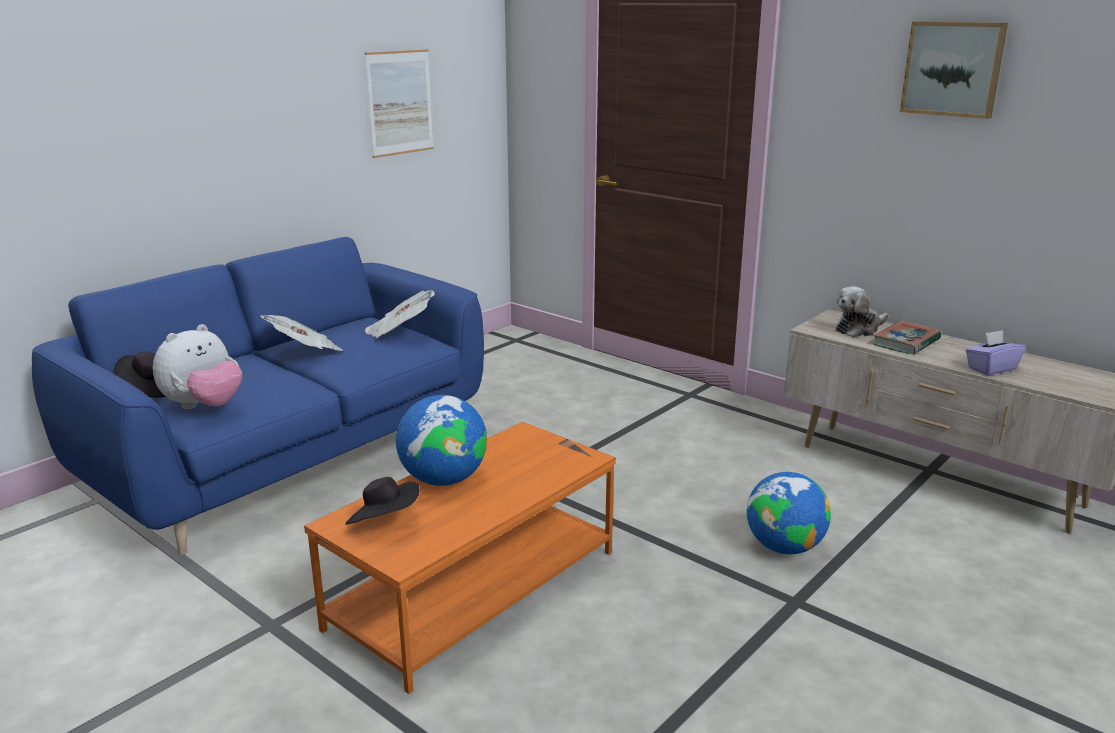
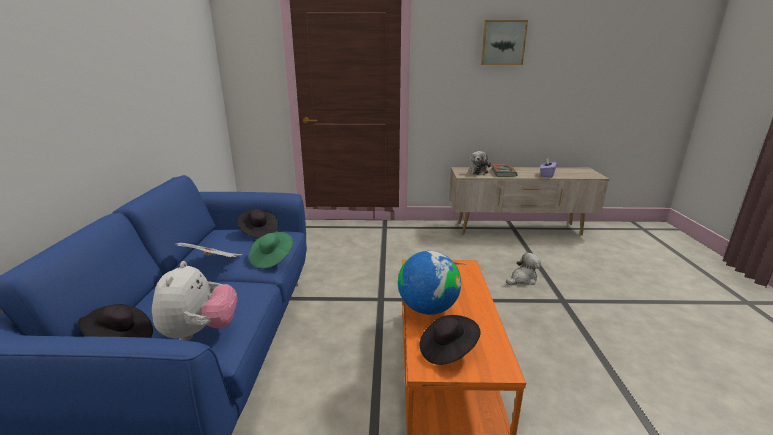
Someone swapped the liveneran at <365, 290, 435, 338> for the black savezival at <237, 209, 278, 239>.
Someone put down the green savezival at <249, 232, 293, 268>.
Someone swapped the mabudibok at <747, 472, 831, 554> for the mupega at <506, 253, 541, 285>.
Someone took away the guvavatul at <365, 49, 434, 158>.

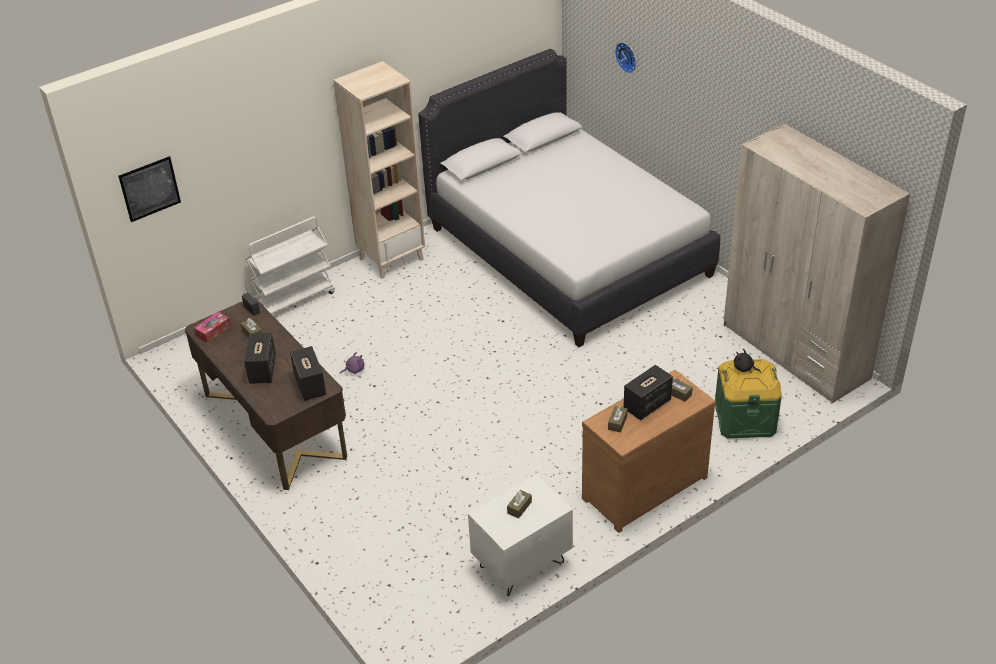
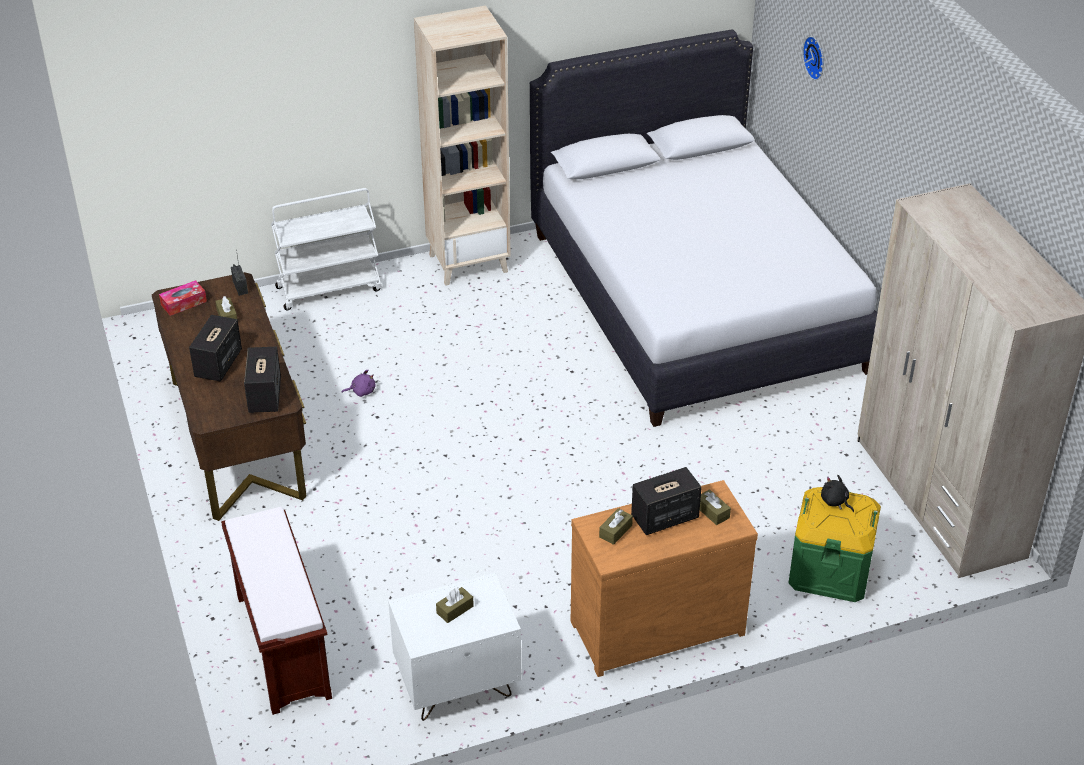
Someone put down the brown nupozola at <221, 507, 332, 715>.
Someone took away the guvavatul at <118, 156, 181, 222>.

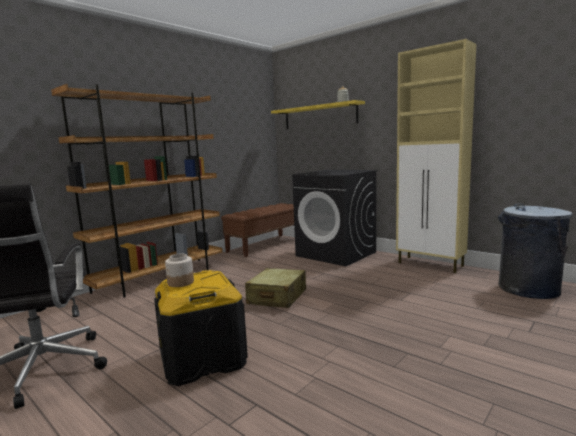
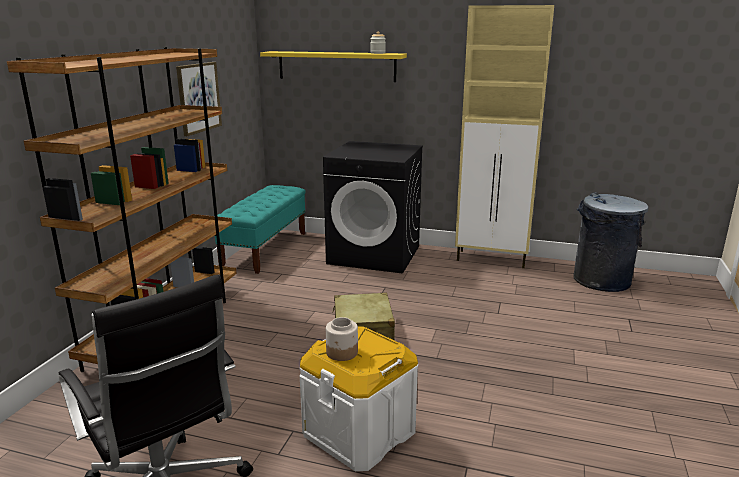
Someone put up the guvavatul at <176, 62, 222, 136>.
Someone repainted the brown nupozola at <221, 203, 294, 257>, which became the turquoise nupozola at <215, 185, 306, 274>.
Someone repainted the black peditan at <154, 270, 248, 386>, which became the white peditan at <300, 326, 418, 471>.

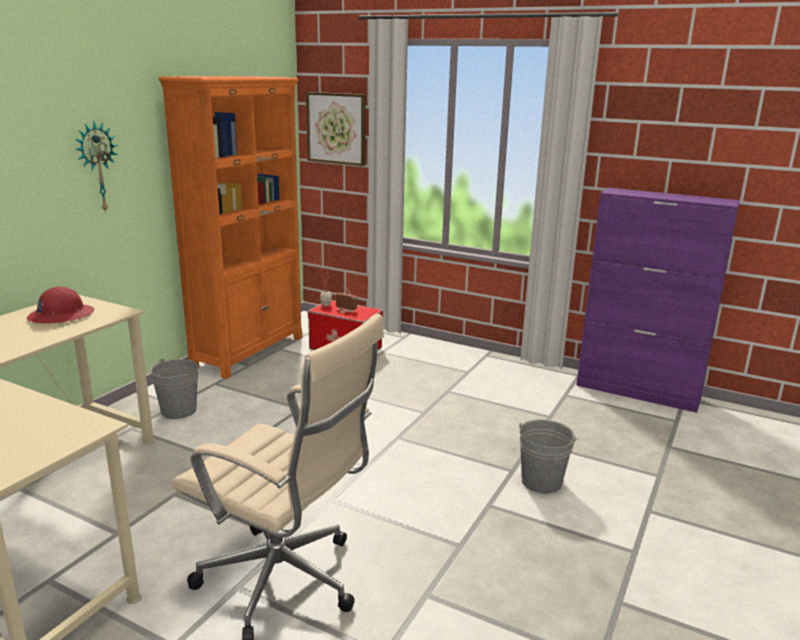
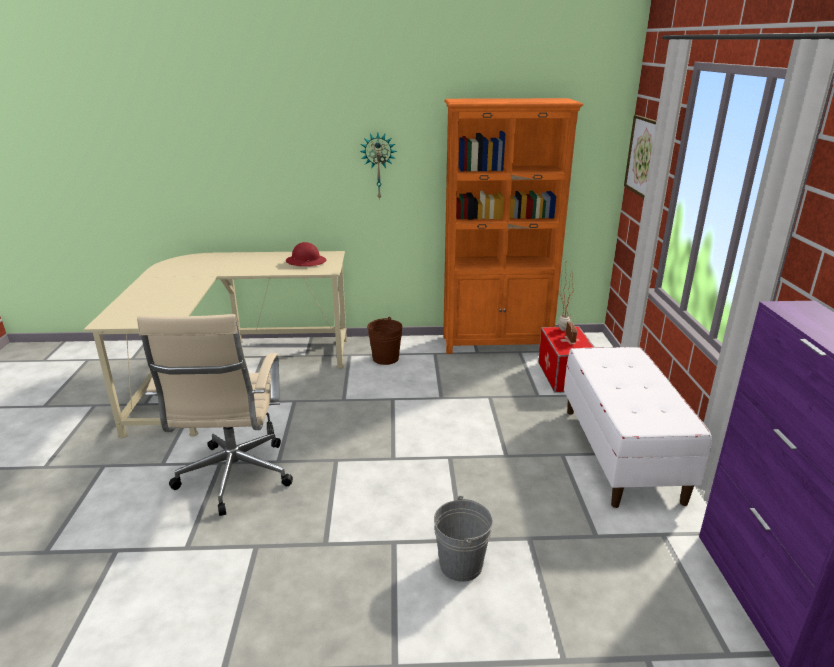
Someone repainted the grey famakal at <150, 358, 199, 419>, which became the brown famakal at <367, 317, 403, 365>.
Someone put down the white nupozola at <564, 347, 712, 508>.

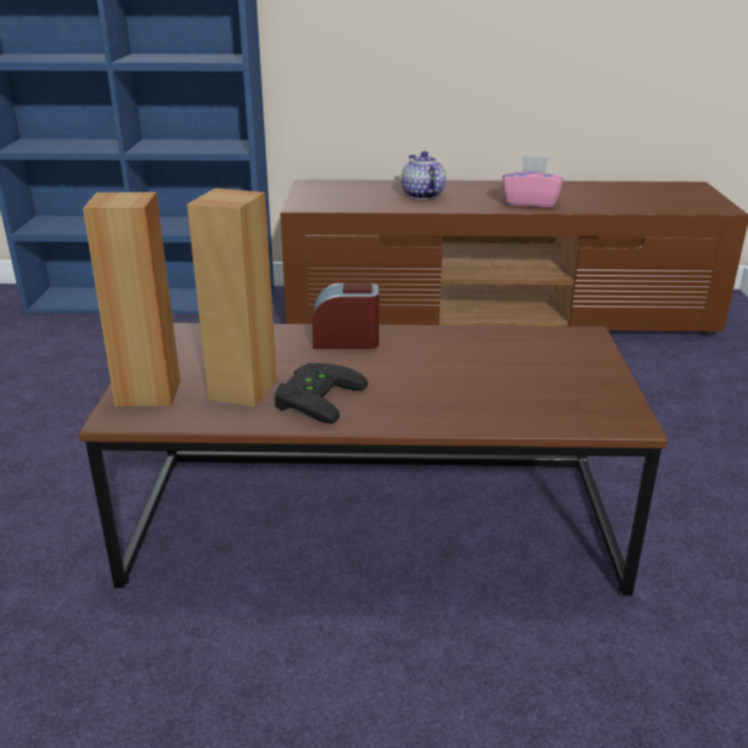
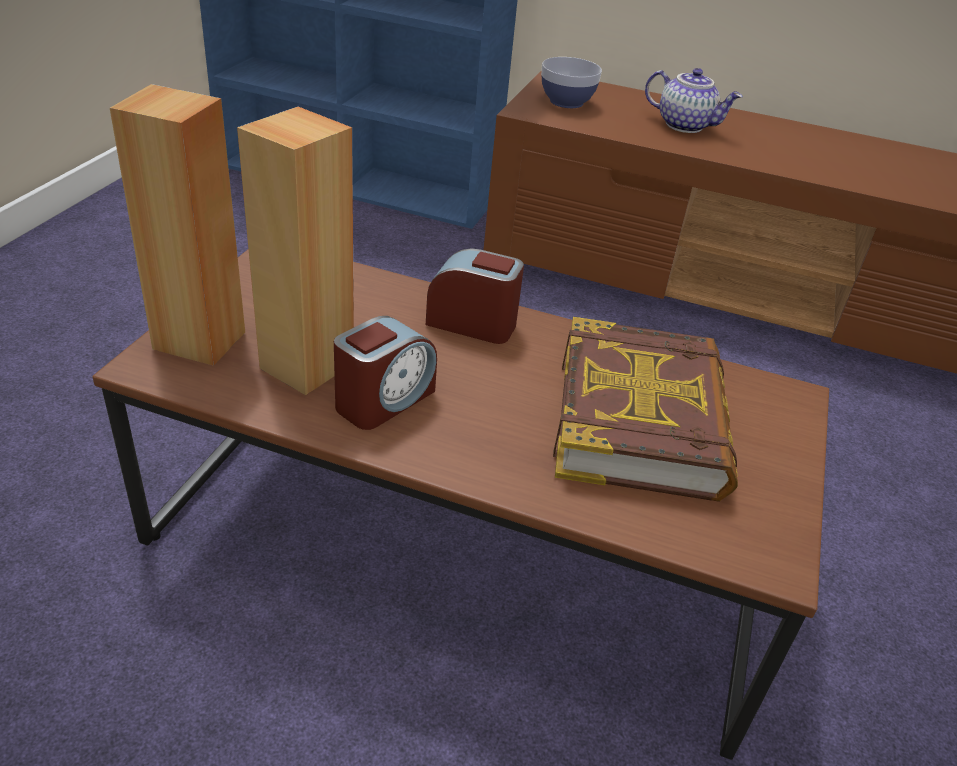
Someone swapped the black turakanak at <275, 363, 368, 424> for the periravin at <334, 316, 437, 430>.
Someone put down the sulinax at <541, 57, 602, 108>.
Someone put down the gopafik at <553, 317, 738, 502>.
Someone rotated the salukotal at <401, 151, 446, 200> by 120 degrees clockwise.
Someone took away the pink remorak at <502, 156, 563, 207>.

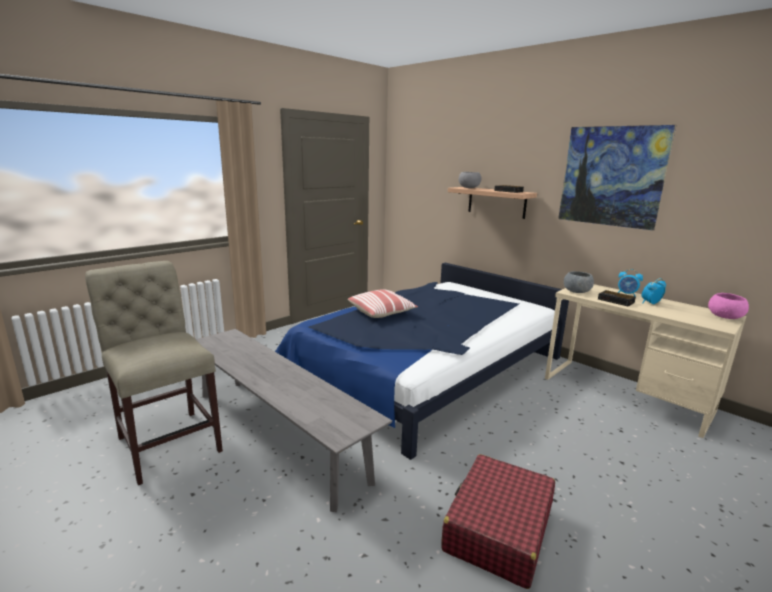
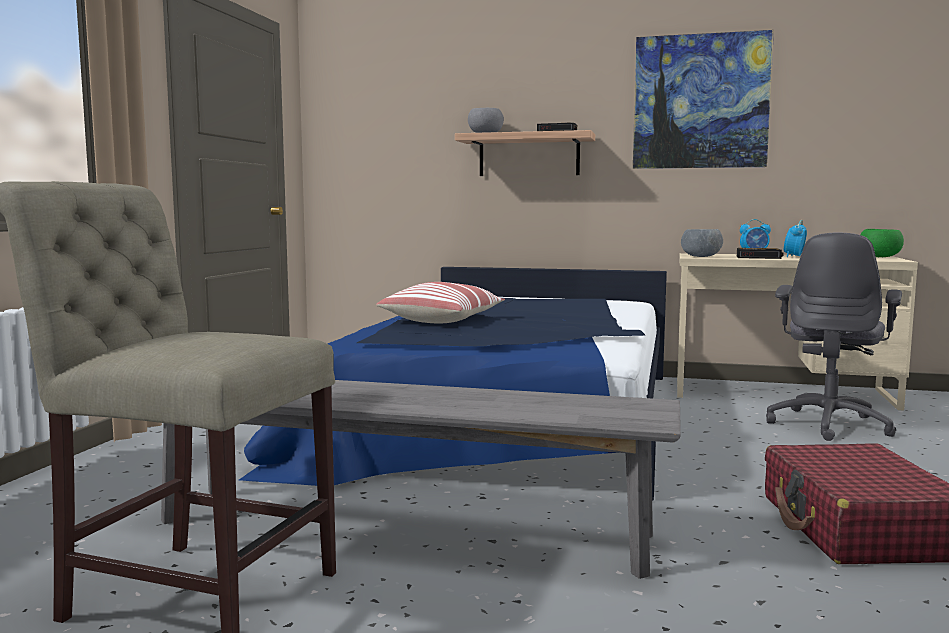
Someone put down the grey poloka at <766, 233, 902, 441>.
Someone repainted the pink sulinax at <708, 293, 749, 319>, which became the green sulinax at <860, 229, 904, 257>.

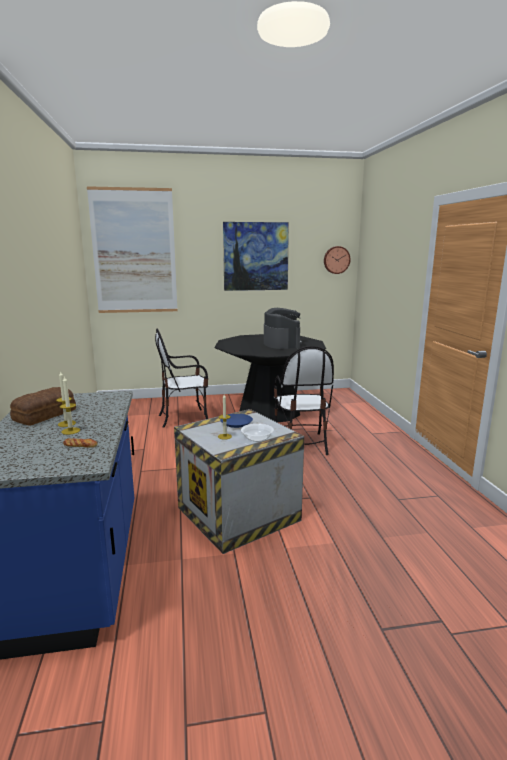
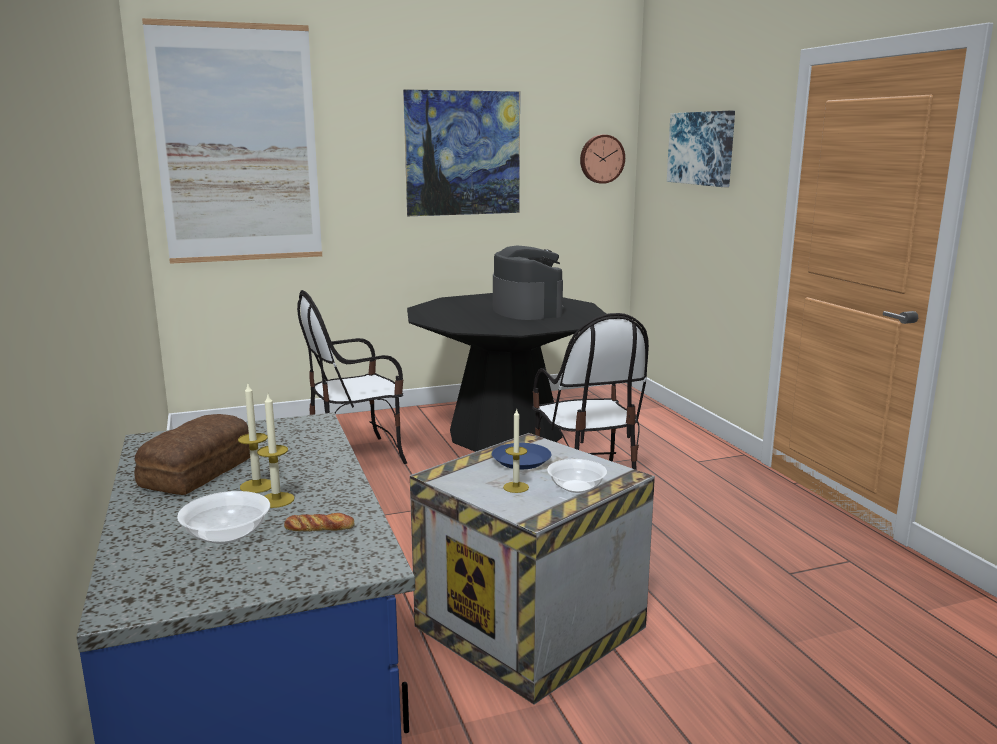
Someone put down the sulinax at <177, 491, 270, 544>.
Someone put up the guvavatul at <667, 111, 735, 187>.

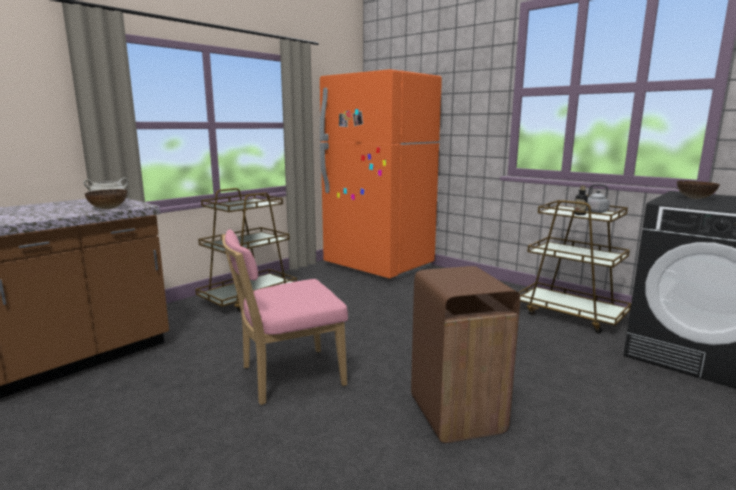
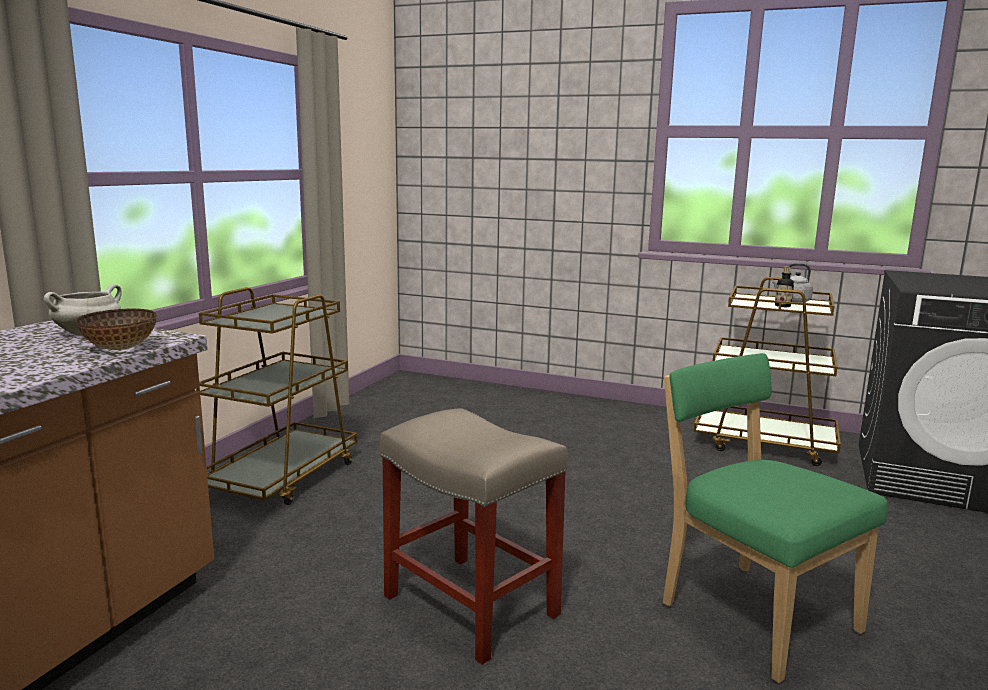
Someone swapped the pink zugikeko at <221, 229, 348, 405> for the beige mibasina at <380, 408, 568, 665>.
Someone swapped the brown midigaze at <411, 266, 520, 443> for the green zugikeko at <663, 353, 888, 683>.
Someone took away the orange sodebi at <320, 69, 442, 279>.
Someone took away the sulinax at <677, 181, 720, 199>.

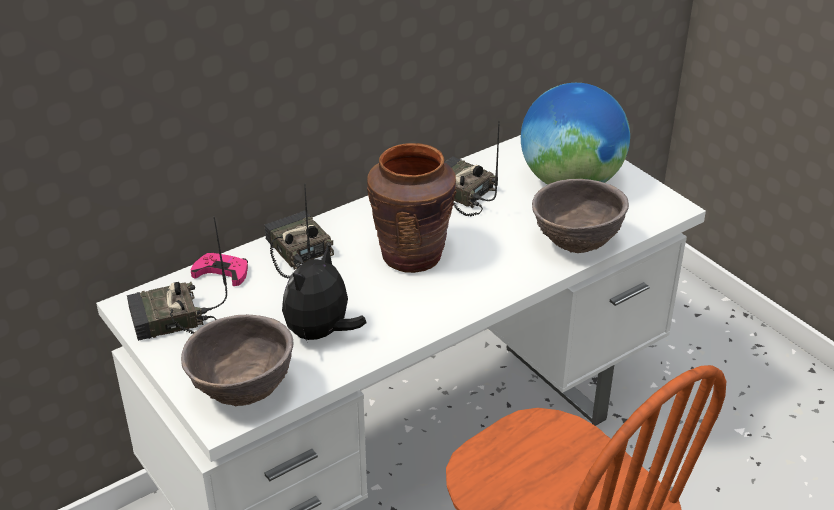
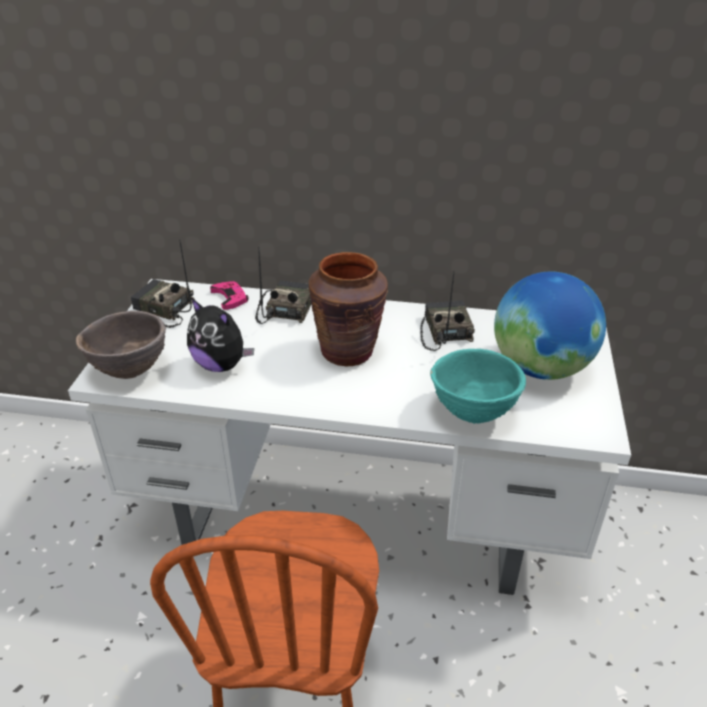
Someone rotated the mupega at <282, 245, 366, 341> by 135 degrees counterclockwise.
Someone repainted the brown sulinax at <532, 179, 629, 253>, which became the turquoise sulinax at <430, 349, 526, 424>.

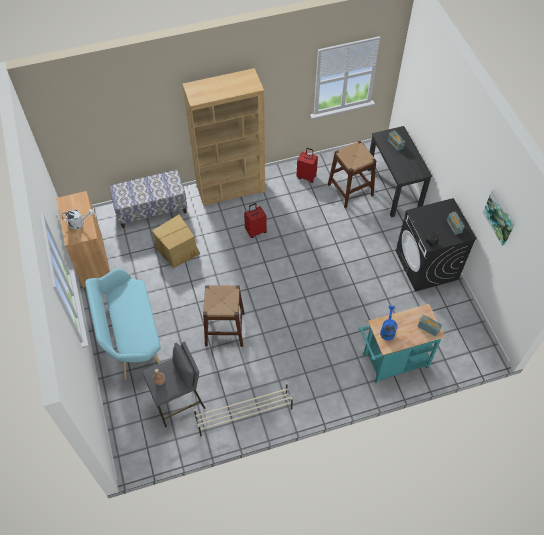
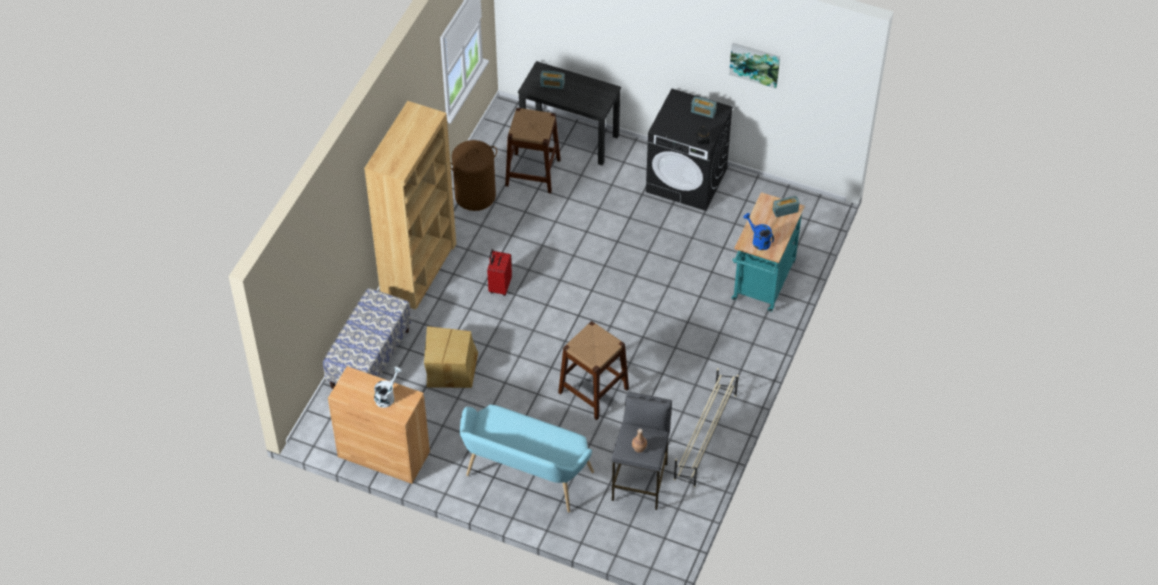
Someone swapped the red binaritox at <297, 148, 318, 183> for the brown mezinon at <450, 140, 497, 211>.

